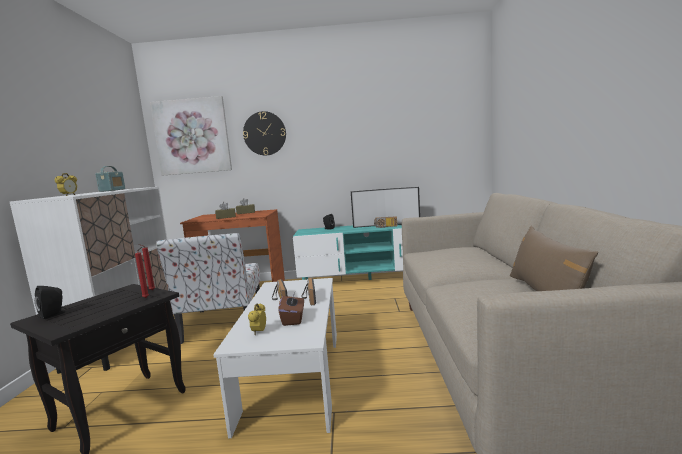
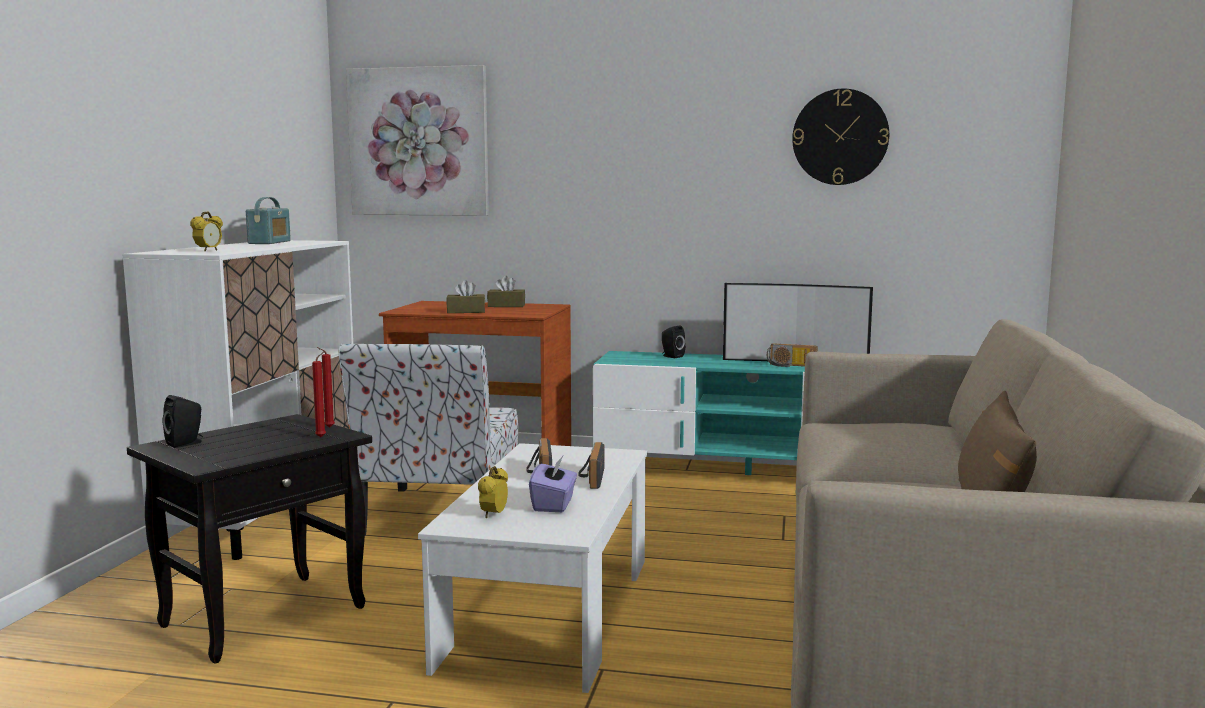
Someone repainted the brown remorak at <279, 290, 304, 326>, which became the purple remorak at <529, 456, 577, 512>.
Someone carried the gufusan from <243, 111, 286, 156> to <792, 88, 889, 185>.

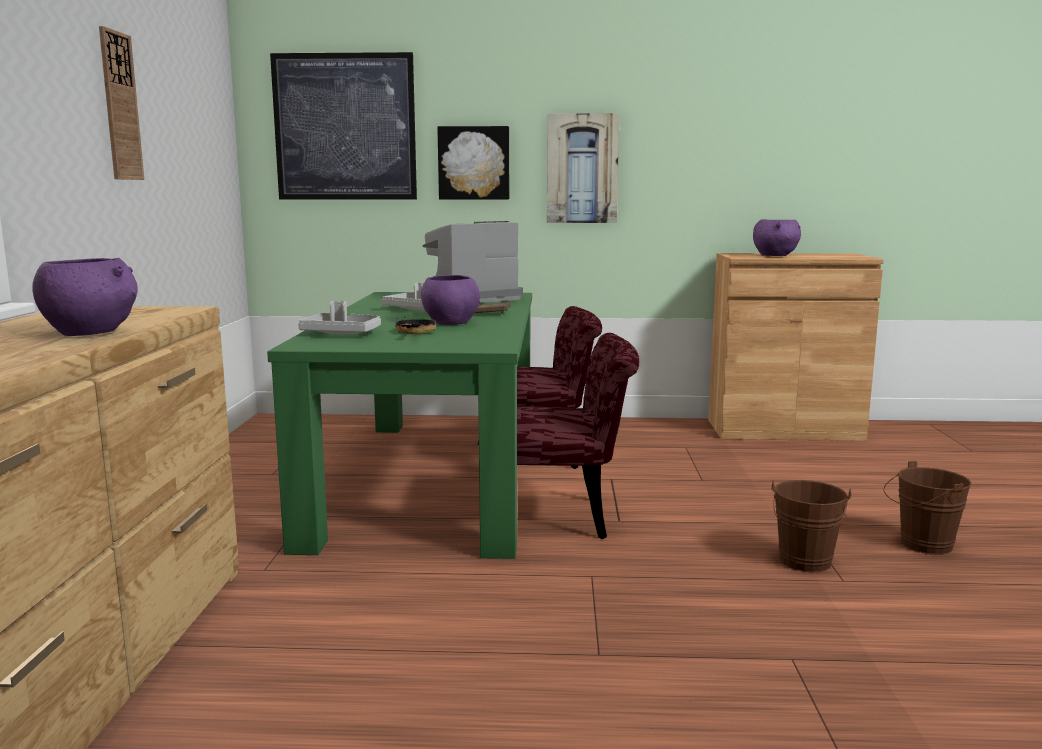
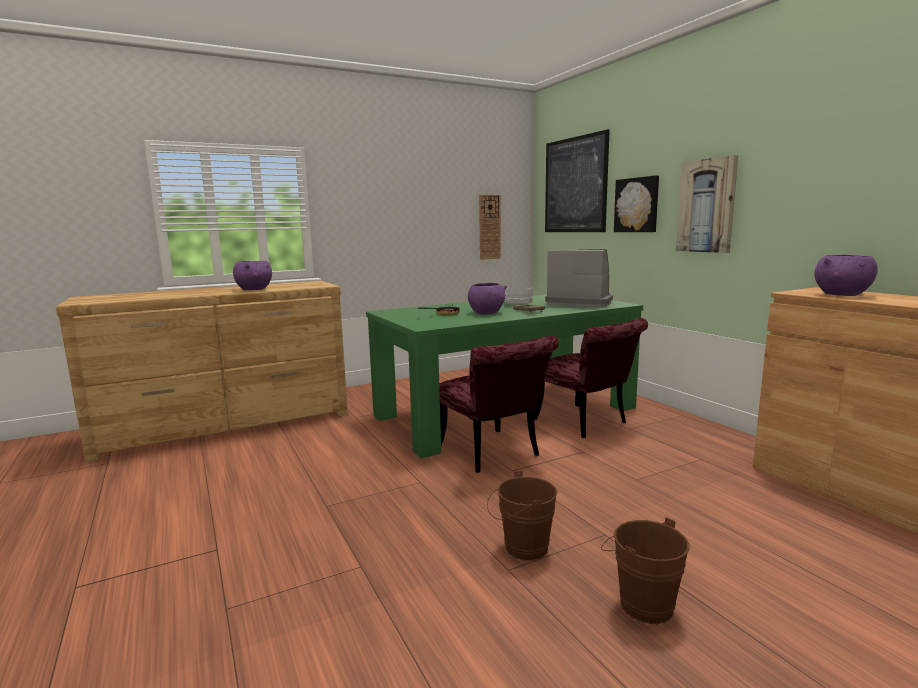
Someone carried the gufusan from <99, 26, 144, 180> to <479, 195, 501, 260>.
Someone took away the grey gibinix at <298, 301, 381, 334>.

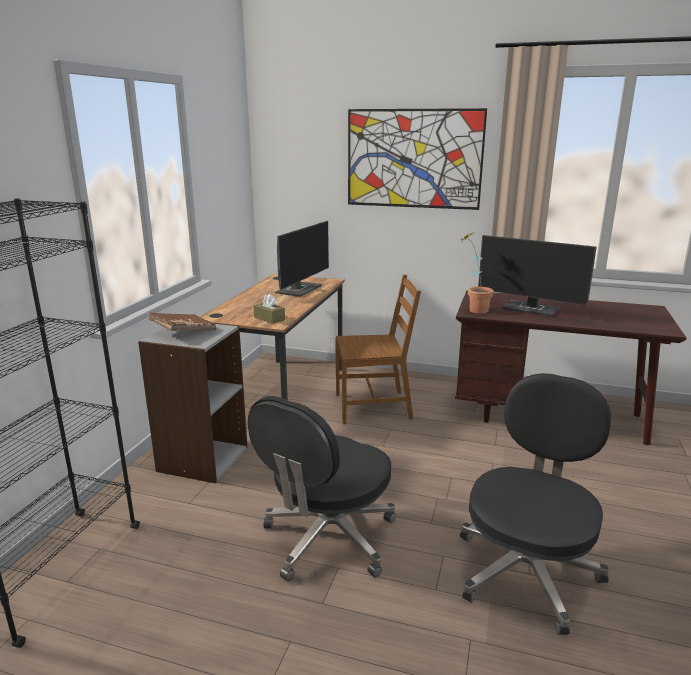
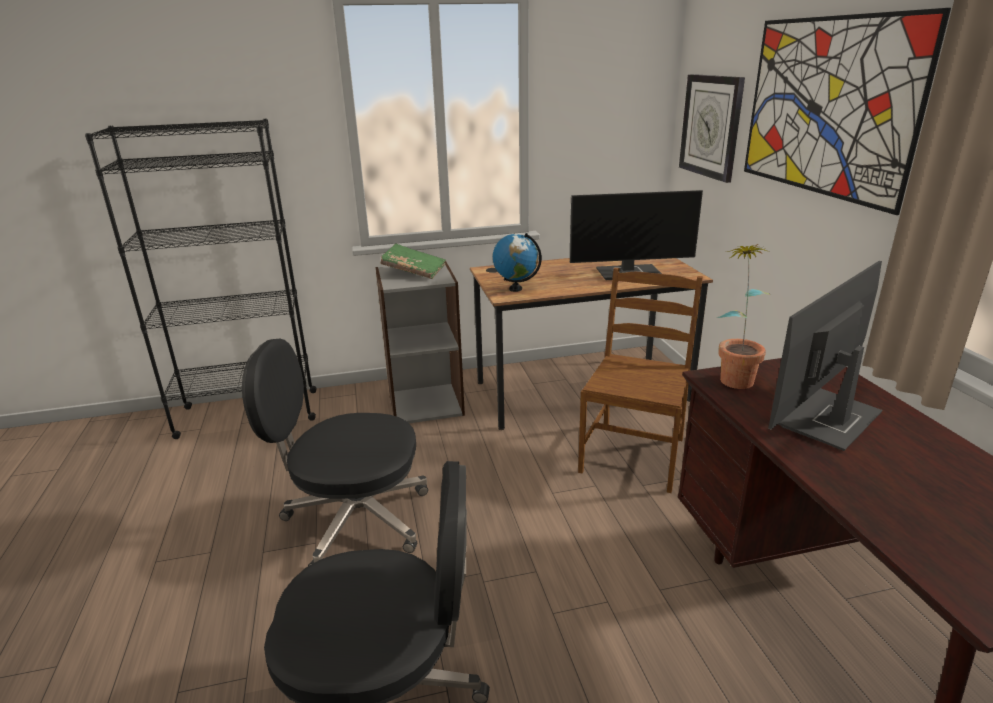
Someone repainted the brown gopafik at <148, 313, 216, 331>, which became the green gopafik at <380, 243, 446, 279>.
Someone swapped the brown remorak at <253, 294, 285, 324> for the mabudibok at <493, 233, 542, 292>.
Someone rotated the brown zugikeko at <335, 275, 421, 424> by 120 degrees counterclockwise.
Someone put up the gufusan at <679, 74, 745, 183>.
Someone rotated the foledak at <478, 235, 596, 317> by 45 degrees clockwise.

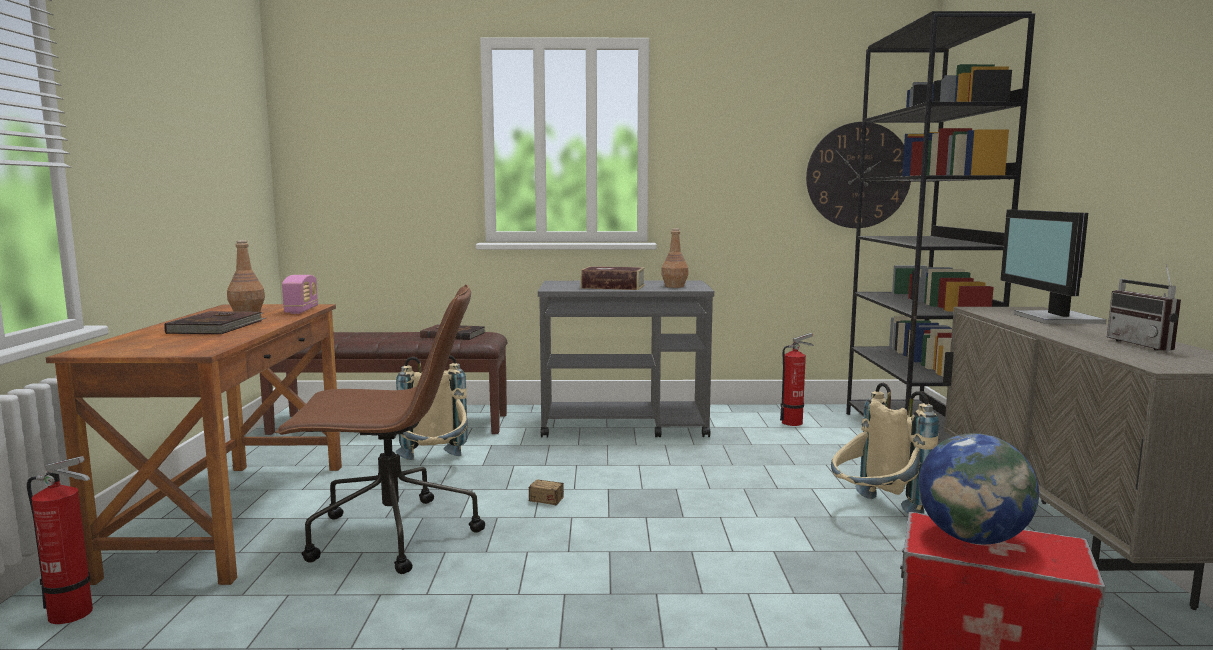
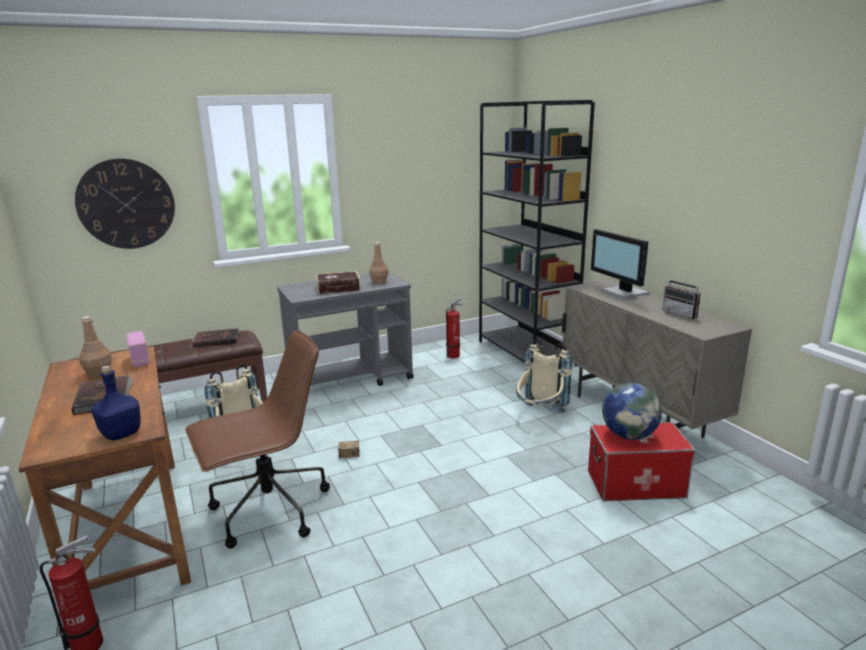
Someone carried the gufusan from <806, 122, 911, 228> to <75, 158, 175, 249>.
Someone put down the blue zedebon at <91, 365, 141, 440>.

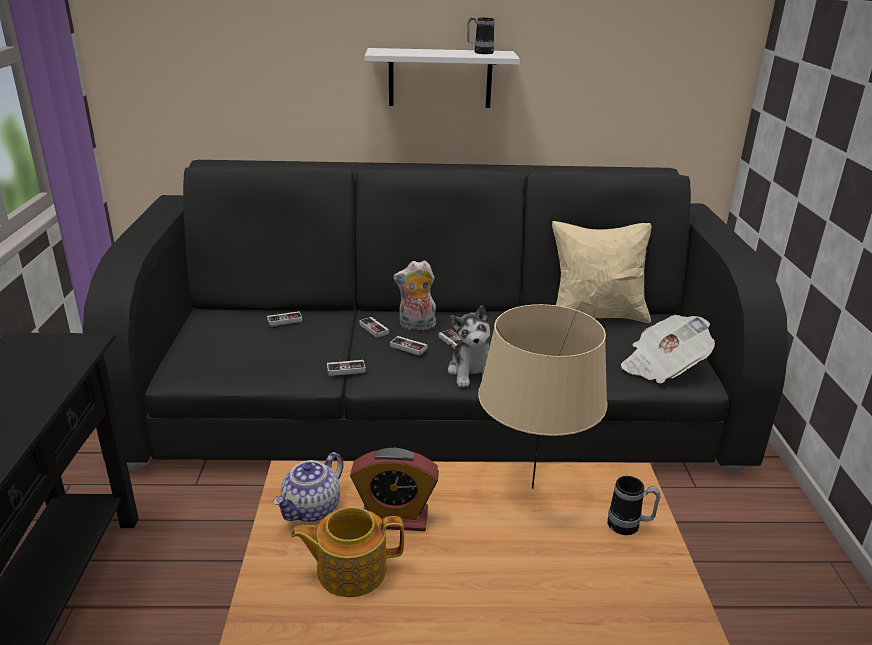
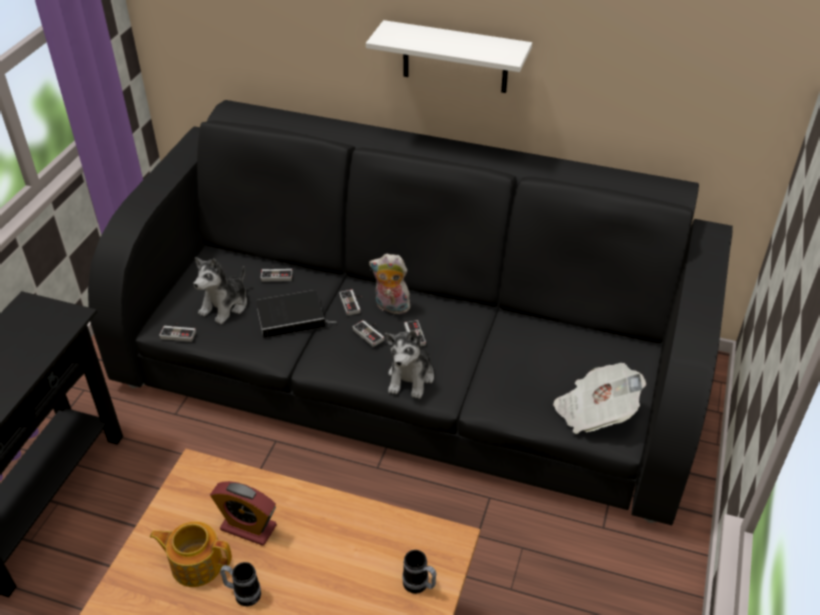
Someone carried the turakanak from <327, 360, 366, 376> to <159, 323, 196, 342>.
Someone put down the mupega at <194, 257, 247, 324>.
Someone carried the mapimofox from <467, 17, 495, 54> to <220, 562, 261, 606>.
Someone put down the gopafik at <256, 290, 336, 338>.
Someone took away the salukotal at <273, 452, 343, 522>.
Someone took away the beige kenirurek at <478, 304, 608, 489>.
Someone took away the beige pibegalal at <552, 221, 652, 323>.

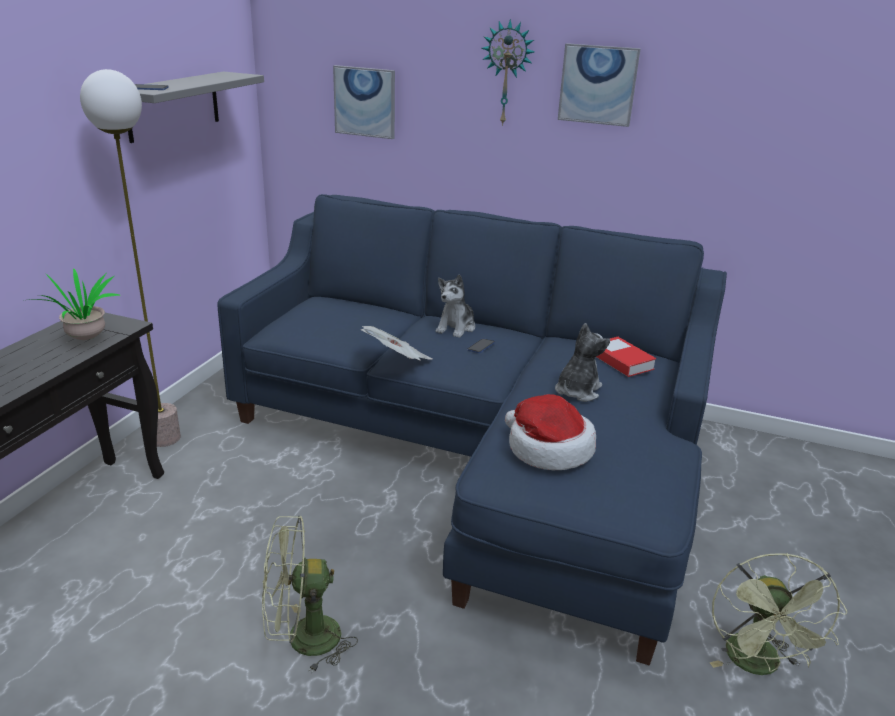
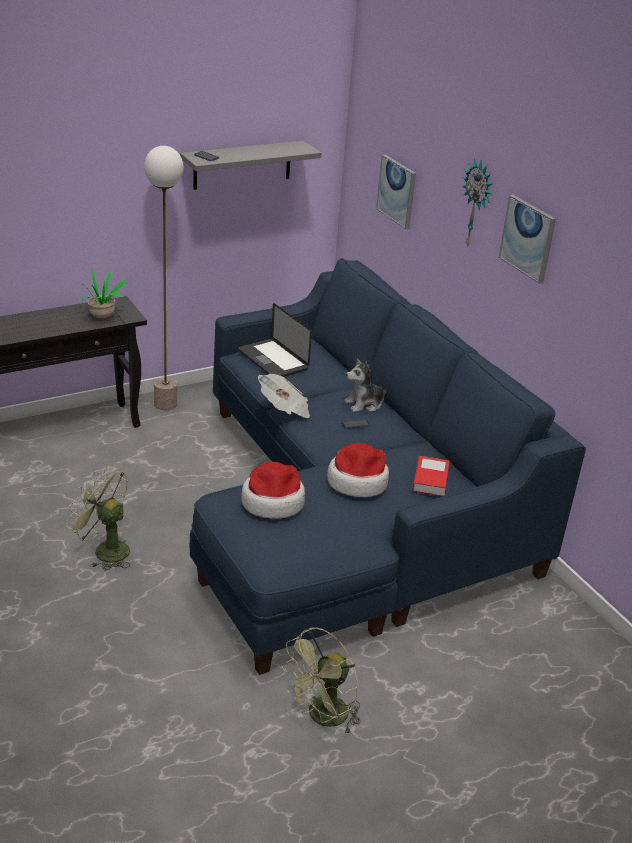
Someone put down the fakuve at <238, 303, 312, 377>.
Someone swapped the mupega at <555, 323, 610, 402> for the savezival at <327, 443, 389, 497>.

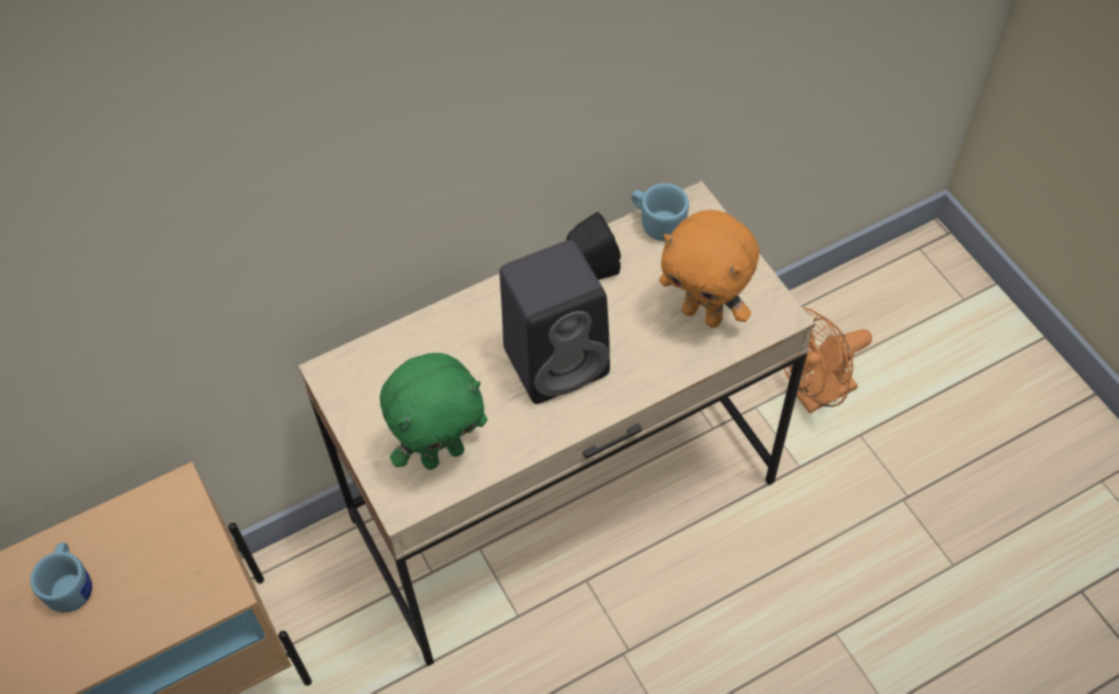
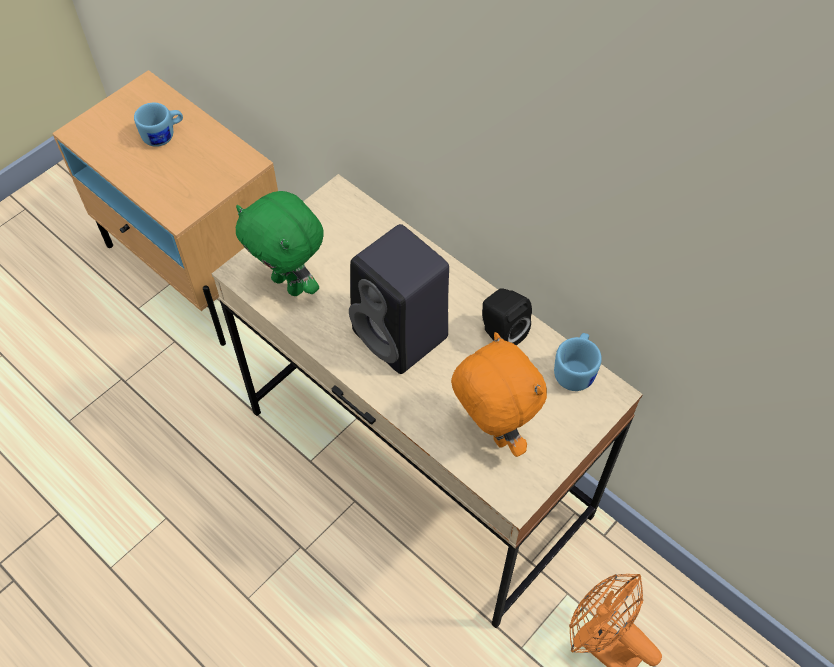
Someone rotated the orange mupega at <659, 210, 759, 328> by 135 degrees clockwise.

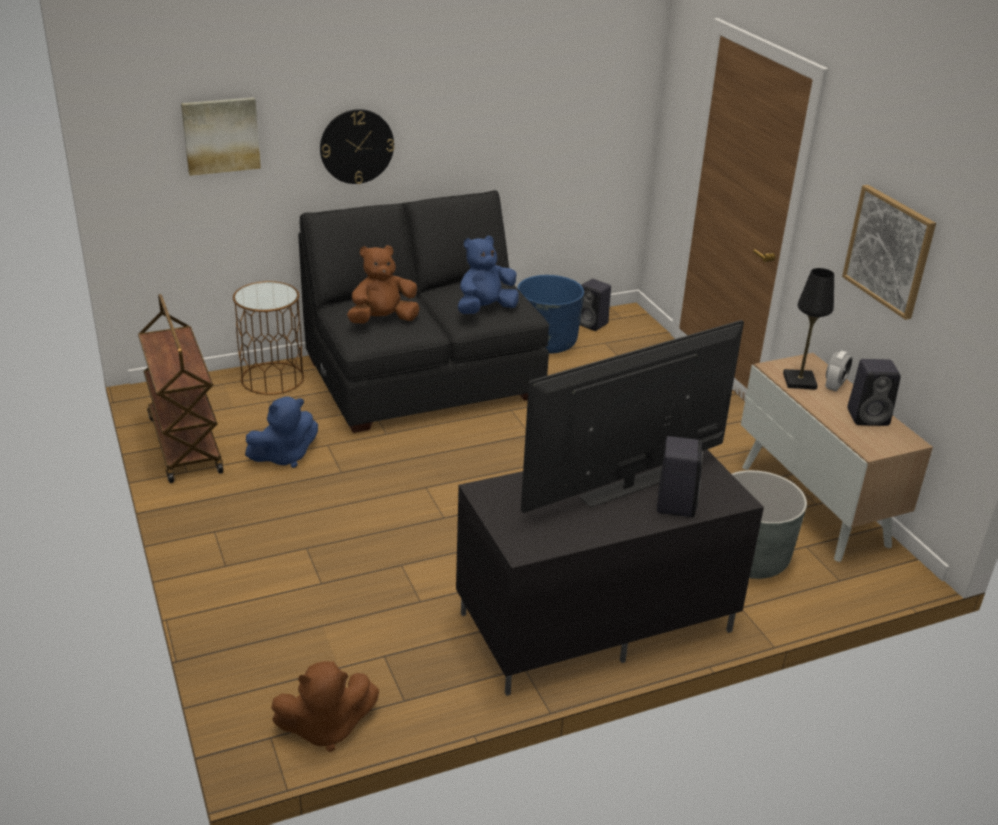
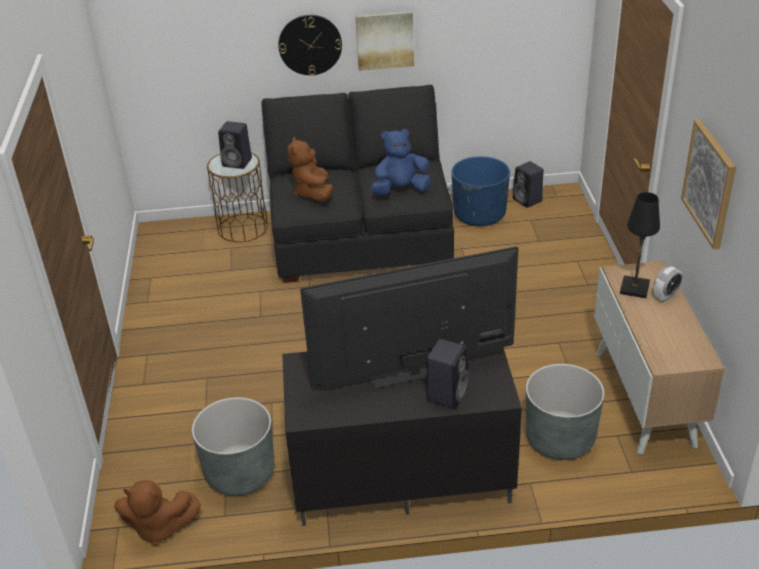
Someone put down the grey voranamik at <192, 397, 274, 496>.
Someone carried the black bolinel from <847, 359, 901, 426> to <218, 121, 252, 169>.
Someone rotated the brown mupega at <347, 245, 420, 324> by 90 degrees counterclockwise.
Someone carried the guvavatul from <181, 97, 261, 176> to <355, 11, 414, 71>.
Someone took away the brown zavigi at <138, 294, 224, 483>.
Someone took away the blue mupega at <245, 396, 318, 468>.

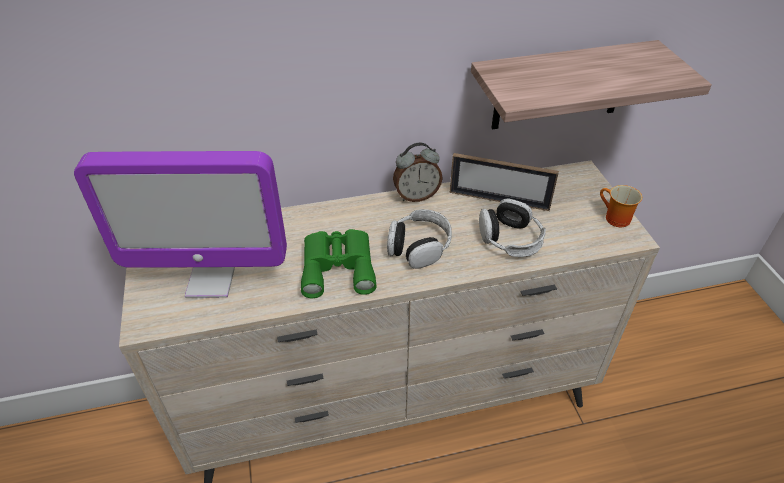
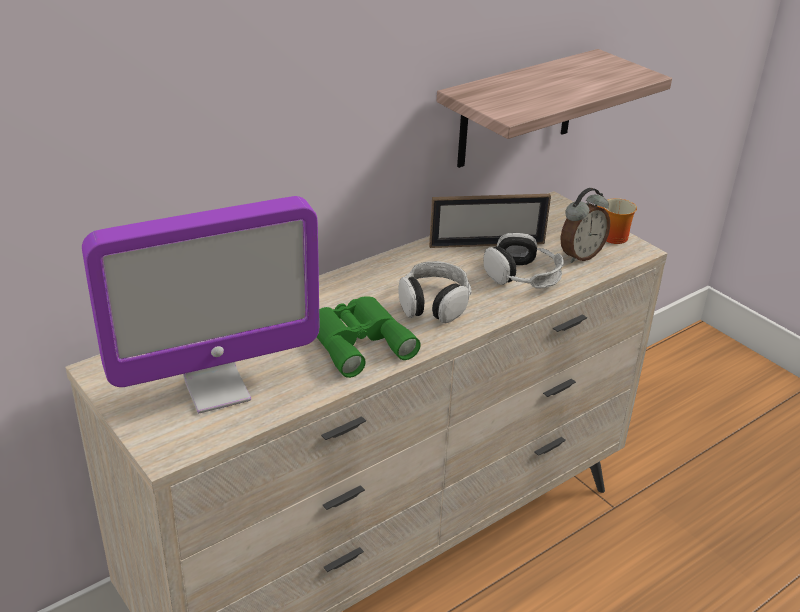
Someone carried the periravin from <393, 143, 443, 202> to <561, 188, 610, 263>.

